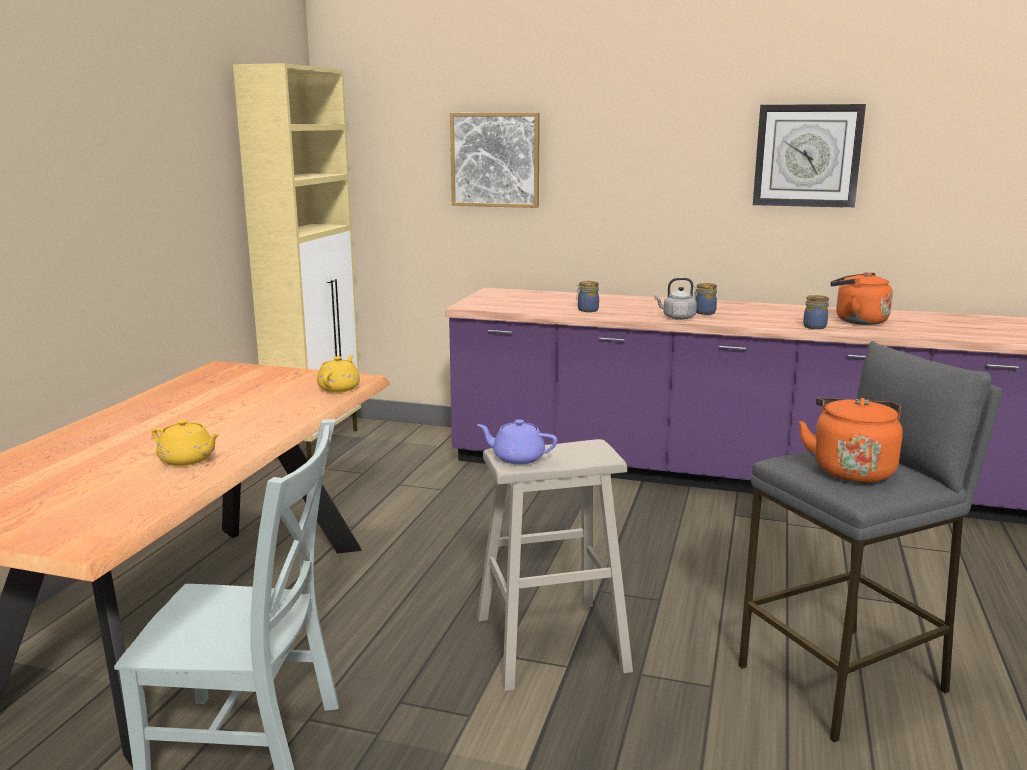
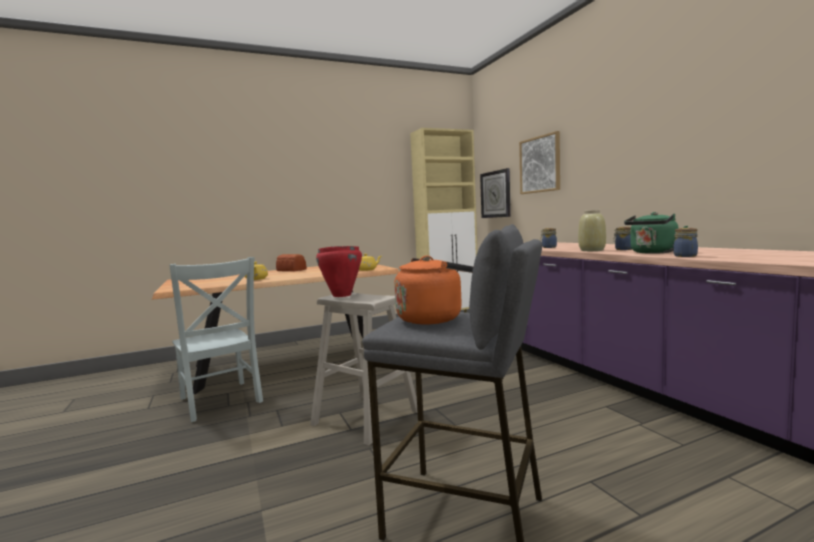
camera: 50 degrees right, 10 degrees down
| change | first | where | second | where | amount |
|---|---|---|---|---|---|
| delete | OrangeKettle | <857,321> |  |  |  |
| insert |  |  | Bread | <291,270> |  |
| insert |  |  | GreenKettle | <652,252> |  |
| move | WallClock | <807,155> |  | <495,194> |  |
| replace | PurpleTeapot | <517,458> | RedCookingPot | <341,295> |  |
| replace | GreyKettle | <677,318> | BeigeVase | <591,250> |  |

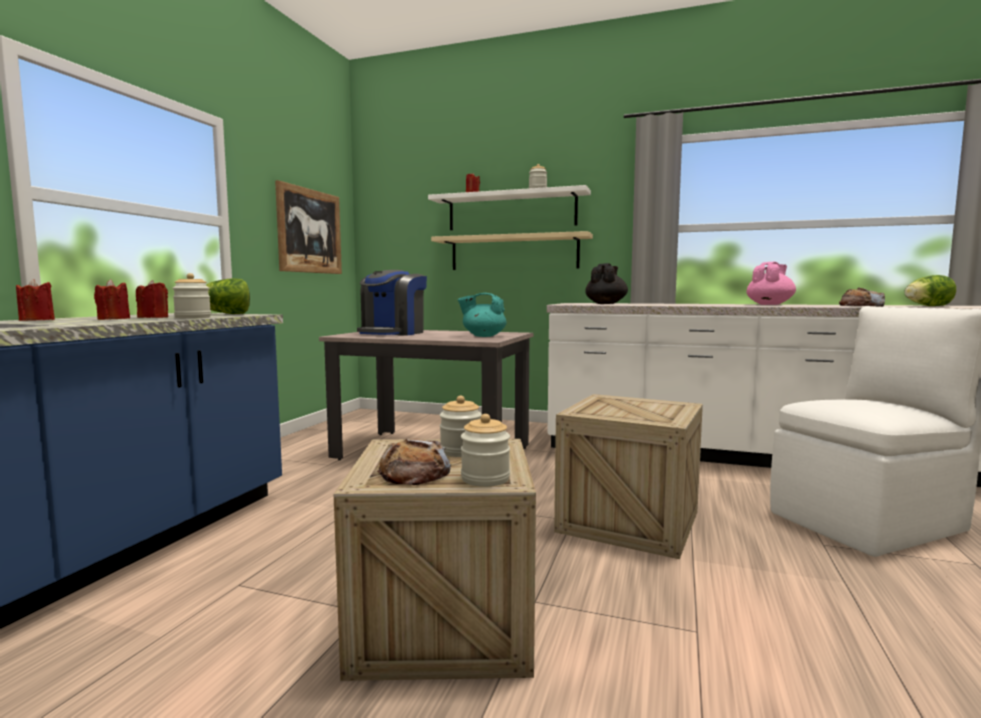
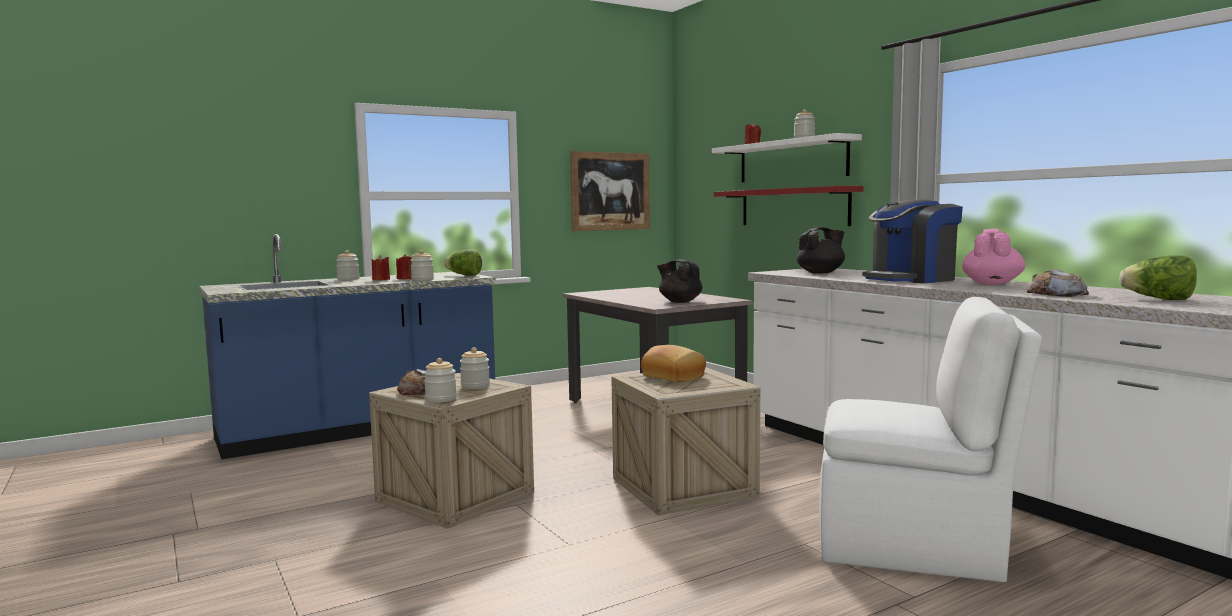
camera: 40 degrees right, 0 degrees up
| change | first | where | second | where | amount |
|---|---|---|---|---|---|
| insert |  |  | Bread | <674,377> |  |
| move | CoffeeMachine | <393,333> |  | <911,279> |  |
| replace | RedCandle | <37,320> | Jar | <348,279> |  |
| recolor | BeigeShelf | <514,253> | RedShelf | <793,207> |  |
| recolor | TurquoiseTeapot | <483,336> | BlackTeapot | <679,301> |  |
| rotate | PinkTeapot | <770,304> |  | <992,283> | 60 degrees counterclockwise |

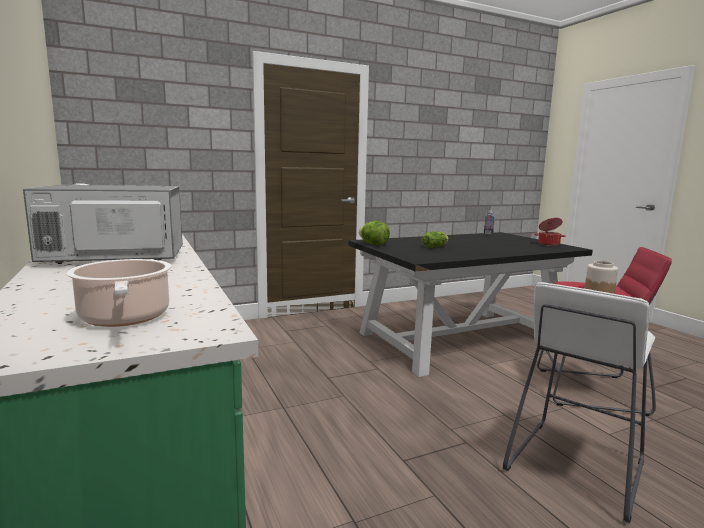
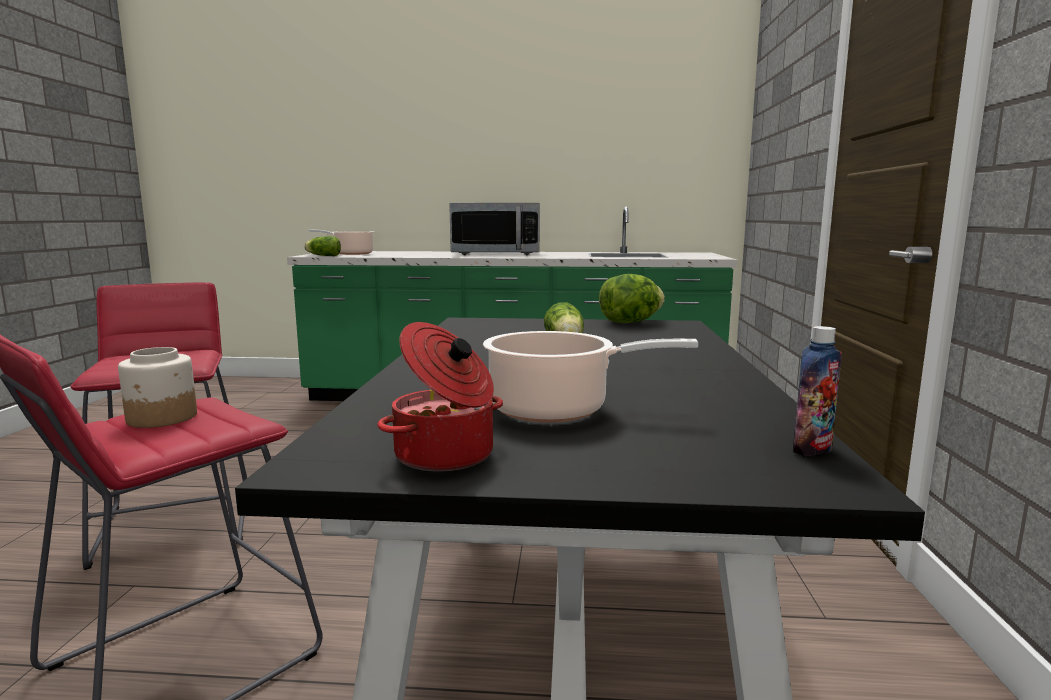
camera: 120 degrees right, 0 degrees up
| change | first | where | second | where | amount |
|---|---|---|---|---|---|
| insert |  |  | Lettuce | <322,256> |  |
| insert |  |  | CookingPot | <557,409> |  |
| recolor | WhiteStool | <575,466> | RedStool | <176,524> |  |
| rotate | Microwave | <115,257> |  | <496,254> | 75 degrees clockwise |

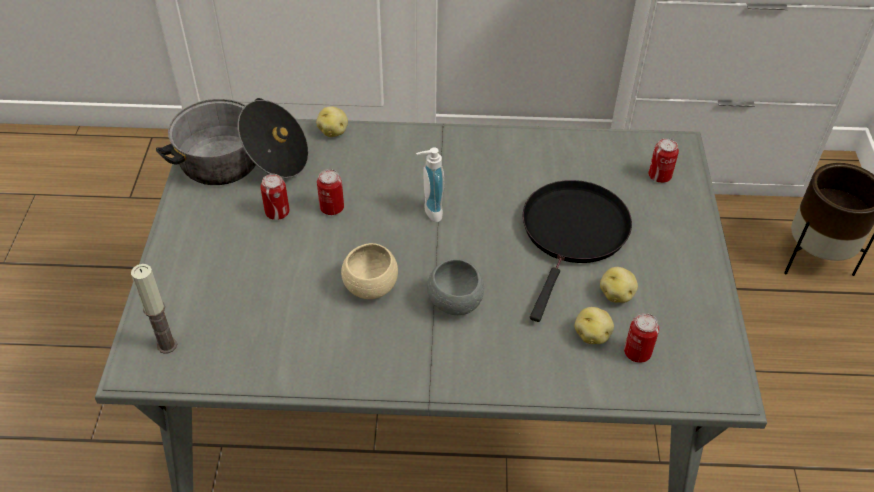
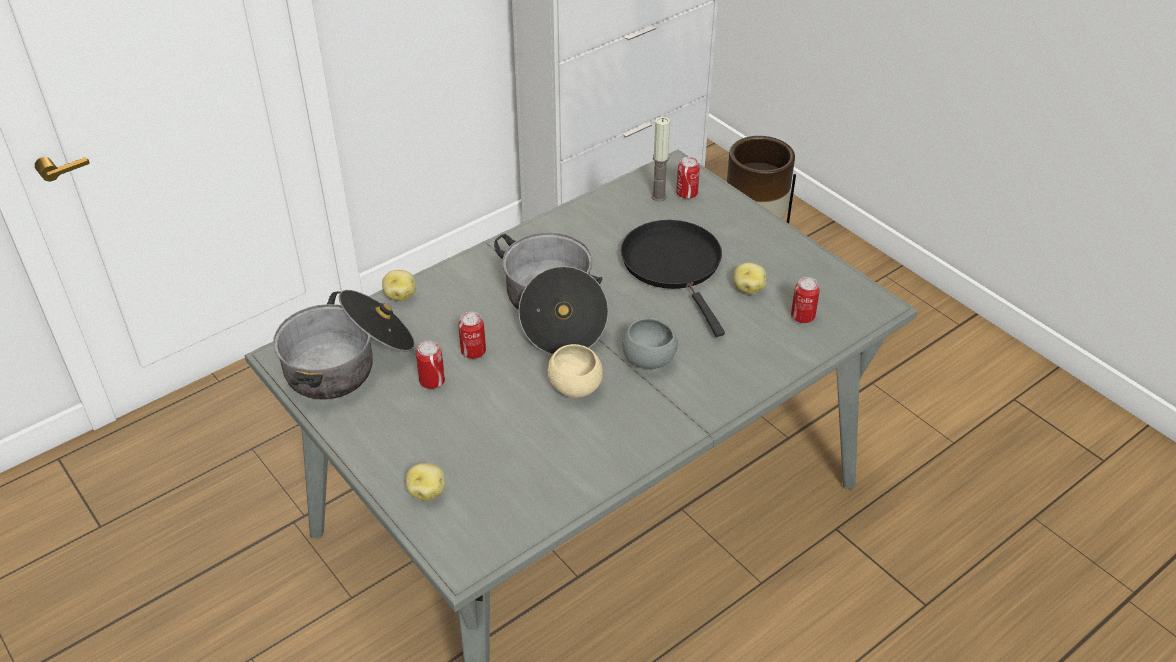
camera: 40 degrees left, 5 degrees down
| change | first | where | second | where | amount |
|---|---|---|---|---|---|
| move | Candle | <167,345> |  | <659,196> |  |
| move | Potato | <592,335> |  | <427,491> |  |
| replace | SoapDispenser | <429,211> | CookingPot | <553,310> |  |

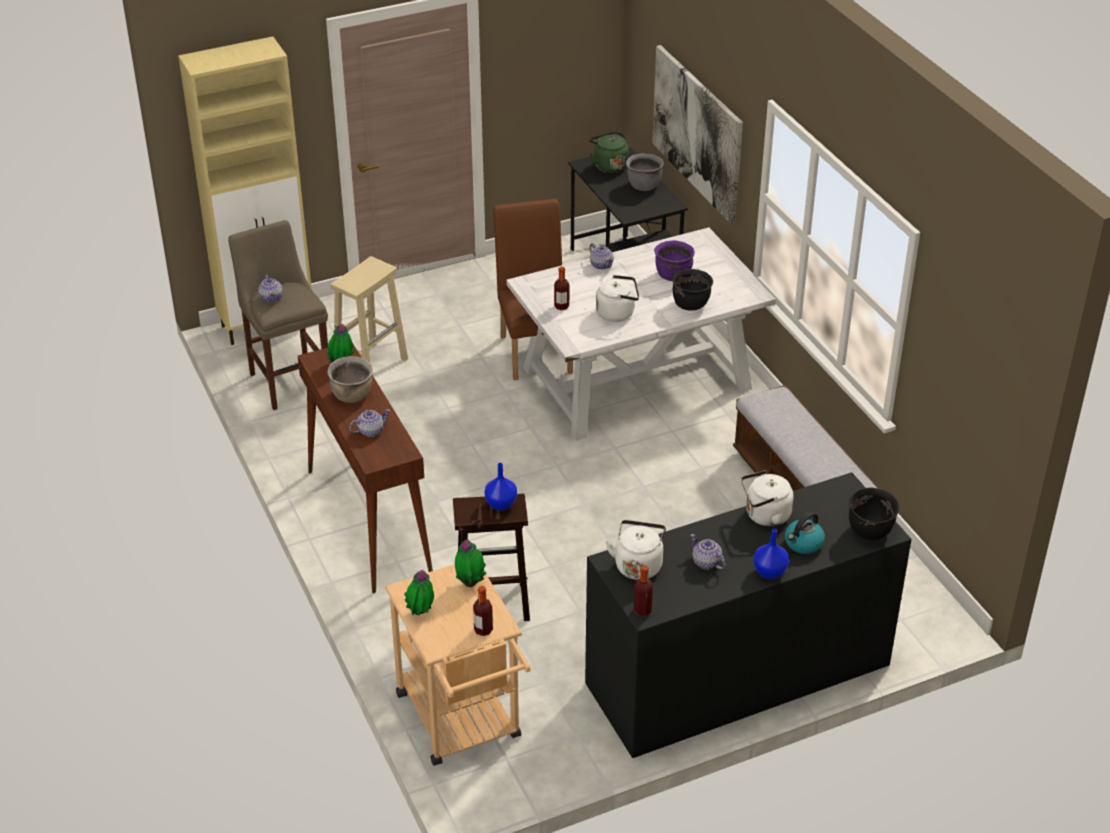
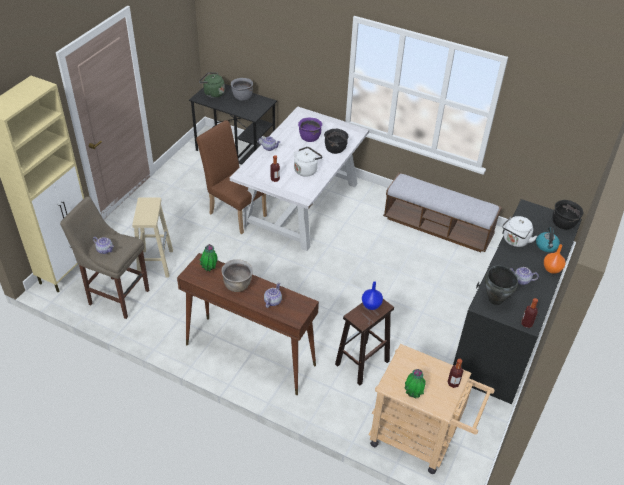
camera: 40 degrees left, 5 degrees up
| change | first | where | second | where | amount |
|---|---|---|---|---|---|
| delete | PottedPlant | <470,583> |  |  |  |
| delete | Picture | <697,132> |  |  |  |
| replace | WhiteKettle | <638,564> | BlackCookingPot | <495,300> |  |
| recolor | BlueVase | <770,573> | OrangeVase | <552,269> |  |

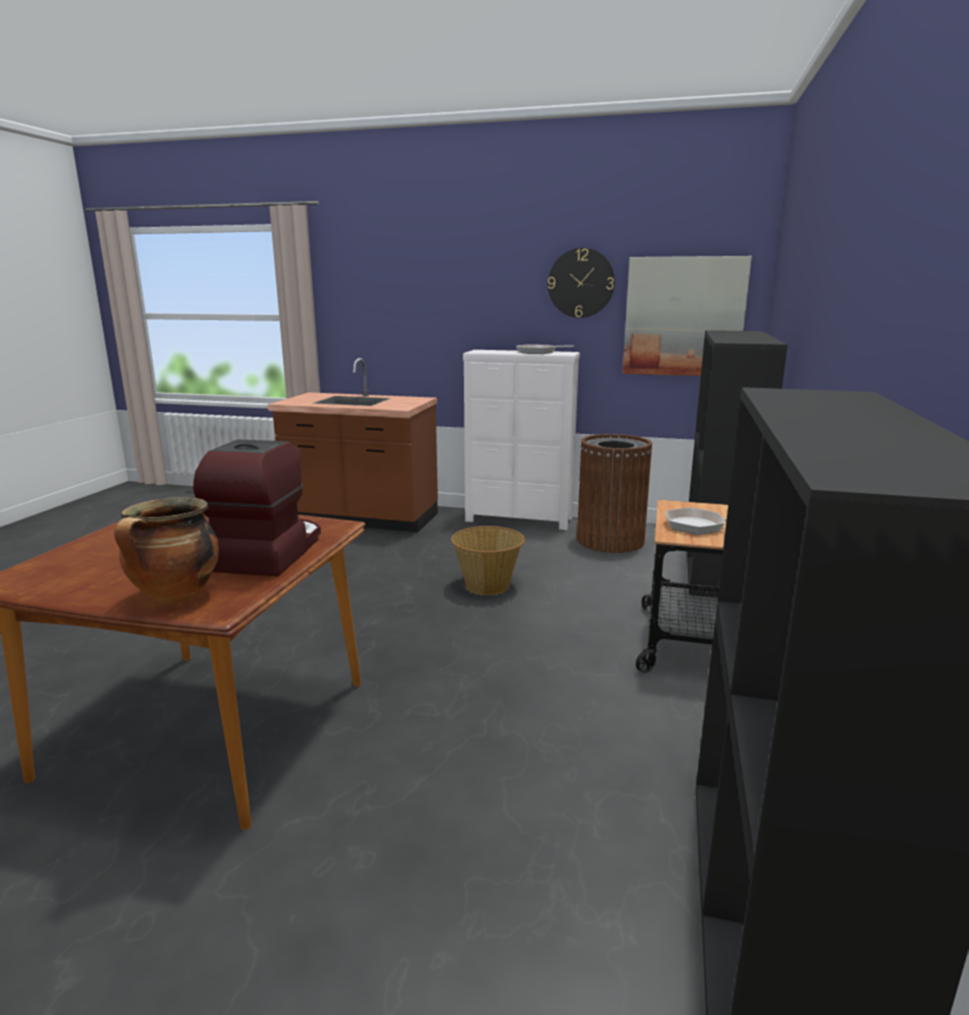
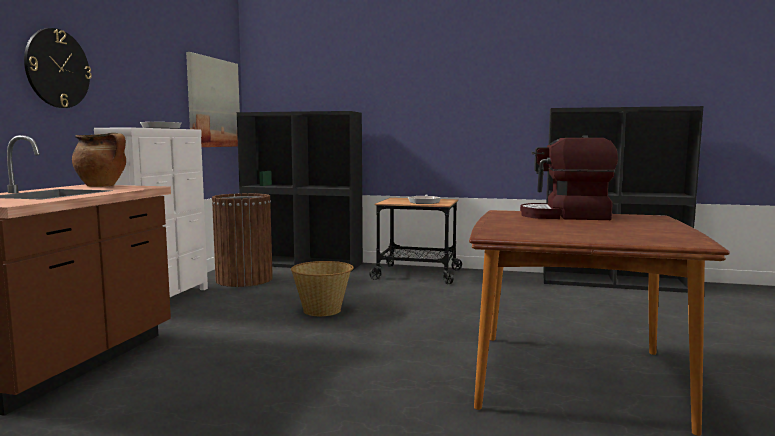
camera: 90 degrees left, 10 degrees down
| change | first | where | second | where | amount |
|---|---|---|---|---|---|
| move | CookingPot | <176,597> |  | <102,186> |  |
| move | WallClock | <581,283> |  | <57,68> |  |

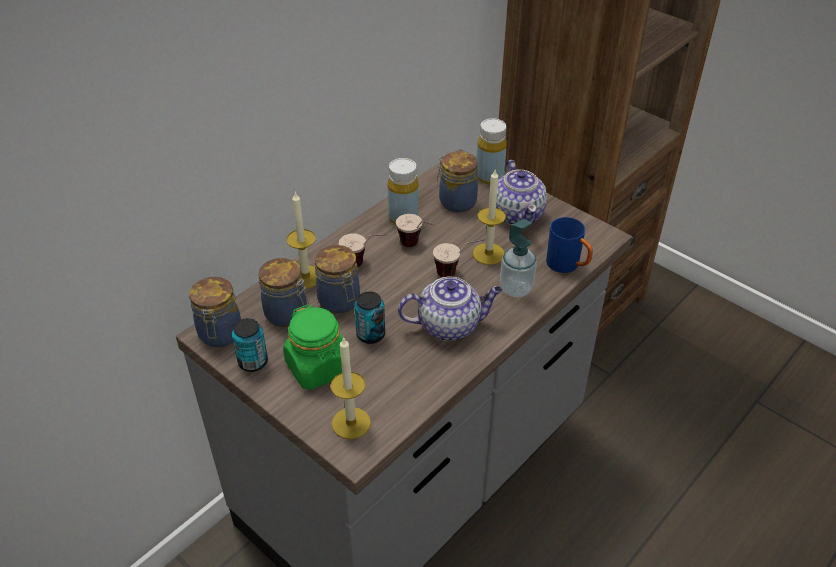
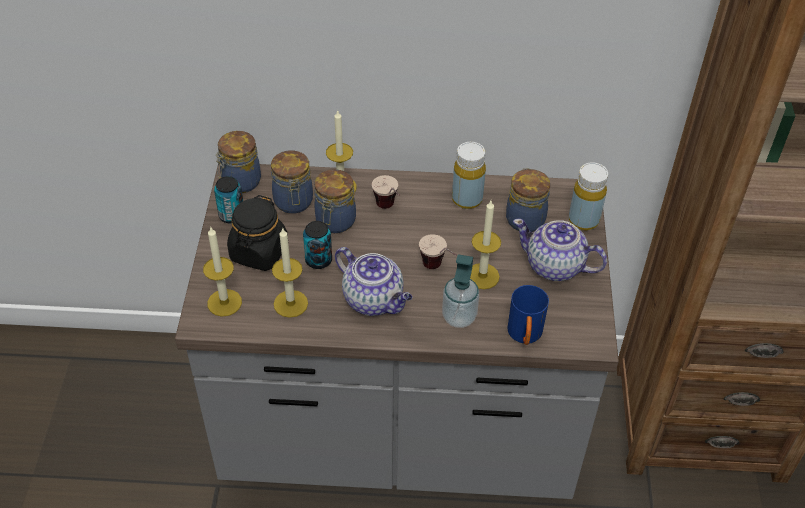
camera: 50 degrees right, 5 degrees up
| change | first | where | second | where | amount |
|---|---|---|---|---|---|
| delete | Cup | <416,247> |  |  |  |
| insert |  |  | Candle | <290,303> |  |
| recolor | GreenJar | <318,367> | BlackJar | <259,252> |  |
| rotate | Teapot | <518,214> |  | <555,266> | 75 degrees clockwise |

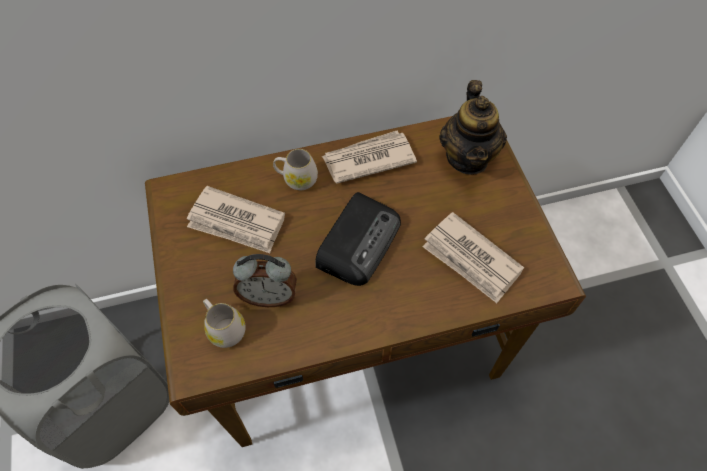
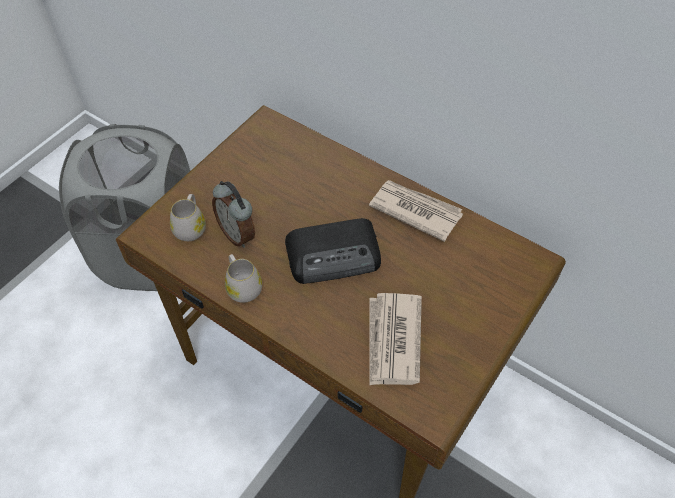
camera: 50 degrees right, 5 degrees down
| change | first | where | second | where | amount |
|---|---|---|---|---|---|
| delete | Newspaper | <237,223> |  |  |  |
| delete | Teapot | <468,157> |  |  |  |
| move | WhiteMug | <296,179> |  | <242,286> |  |

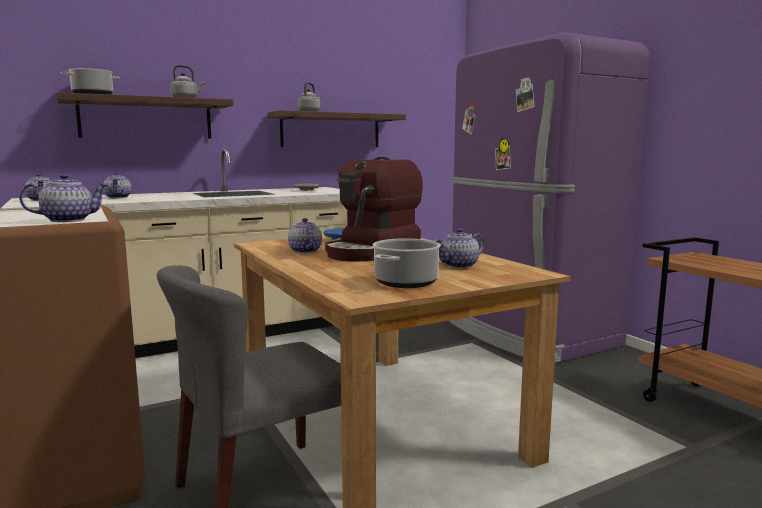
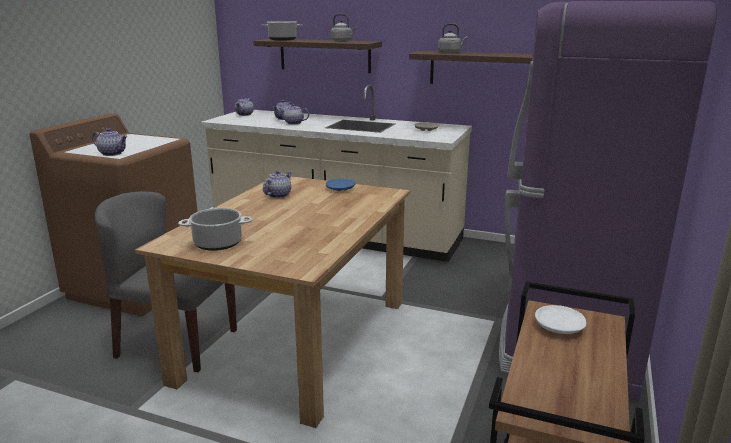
camera: 50 degrees right, 10 degrees up
| change | first | where | second | where | amount |
|---|---|---|---|---|---|
| delete | CoffeeMachine | <373,252> |  |  |  |
| insert |  |  | WhitePlate | <559,327> |  |
| move | Teapot | <459,266> |  | <293,123> |  |

